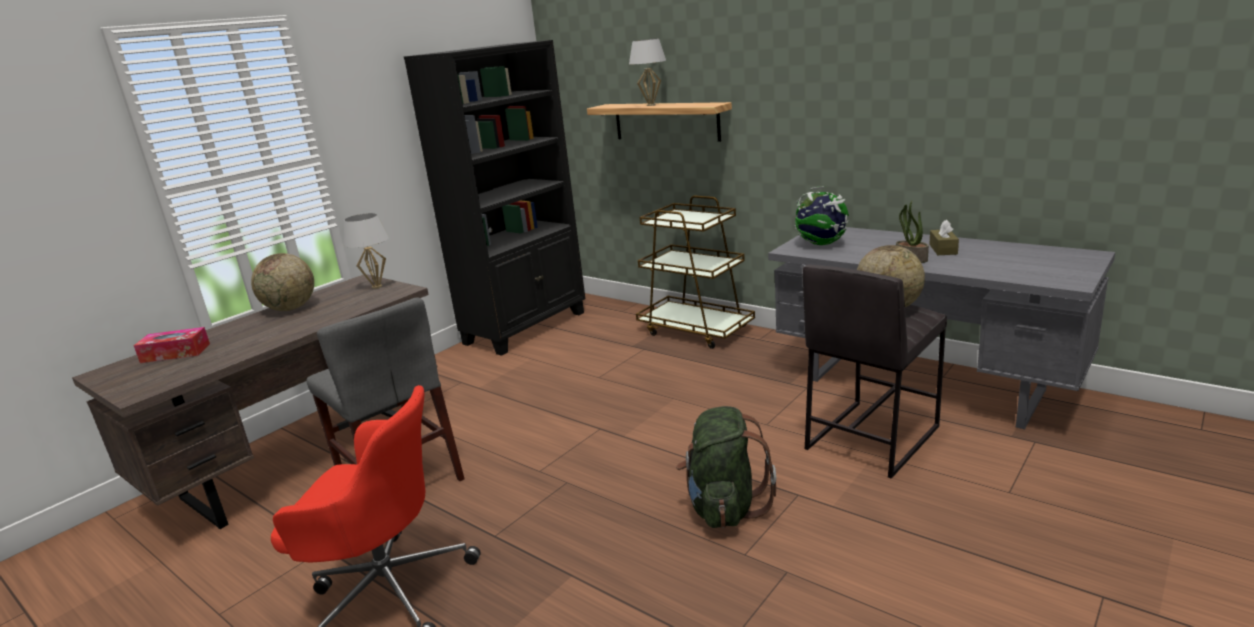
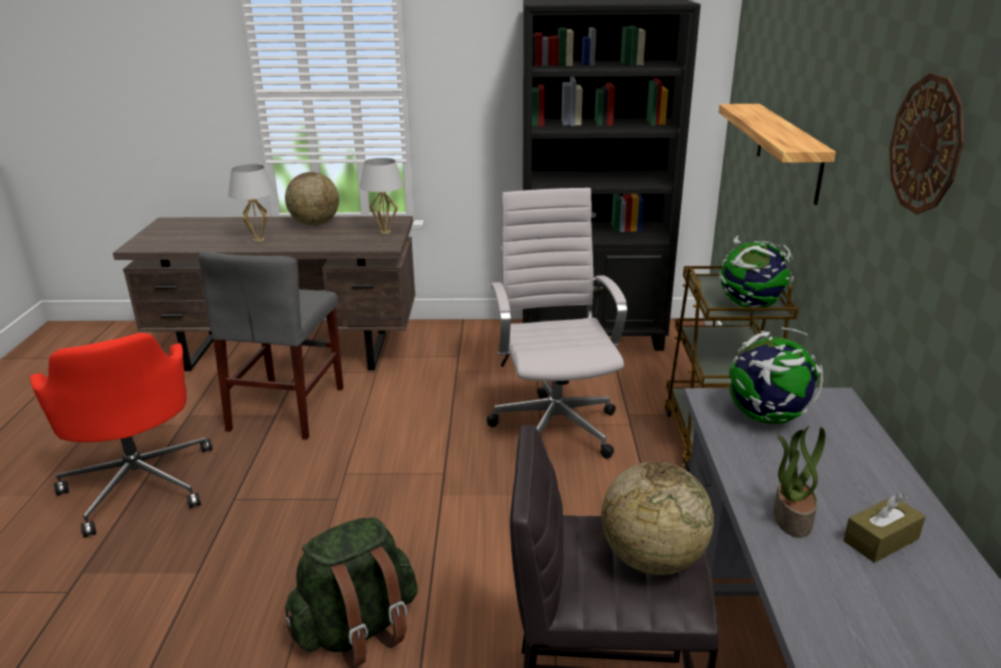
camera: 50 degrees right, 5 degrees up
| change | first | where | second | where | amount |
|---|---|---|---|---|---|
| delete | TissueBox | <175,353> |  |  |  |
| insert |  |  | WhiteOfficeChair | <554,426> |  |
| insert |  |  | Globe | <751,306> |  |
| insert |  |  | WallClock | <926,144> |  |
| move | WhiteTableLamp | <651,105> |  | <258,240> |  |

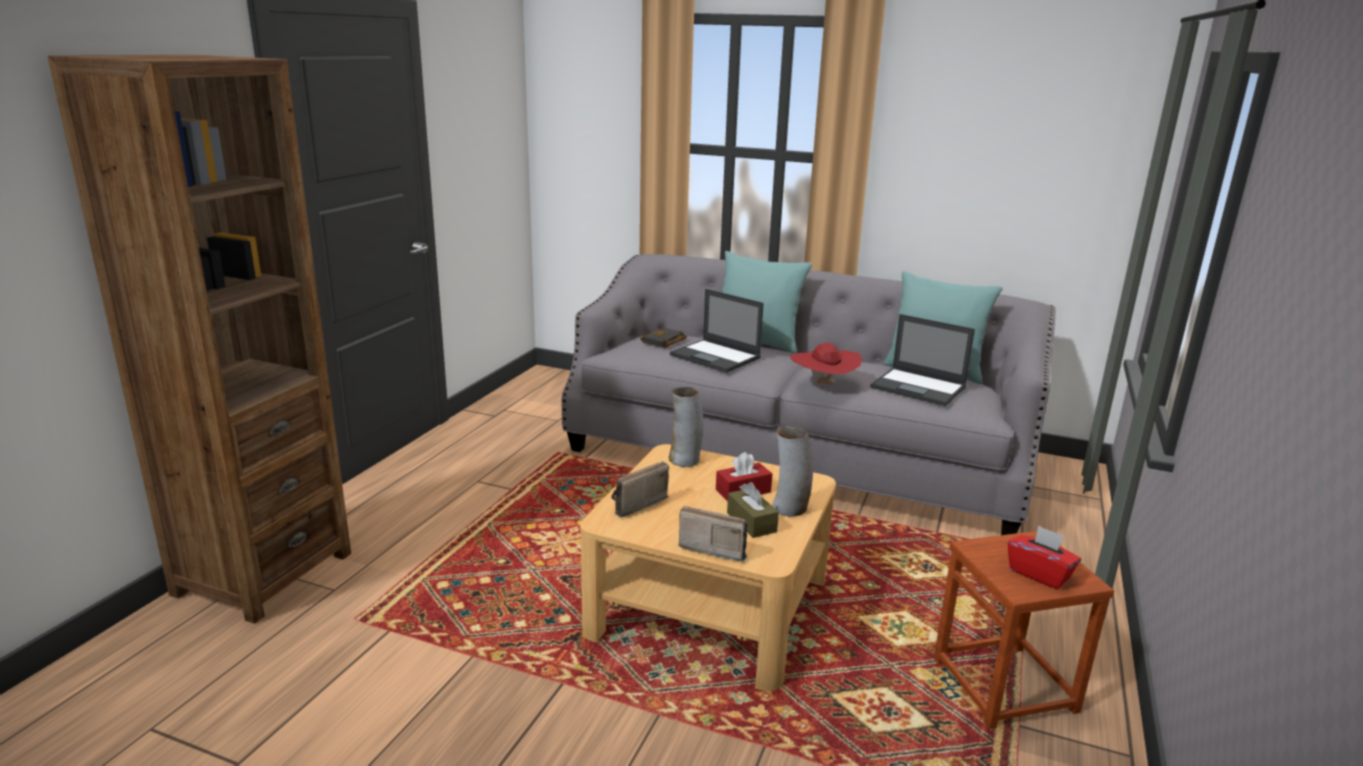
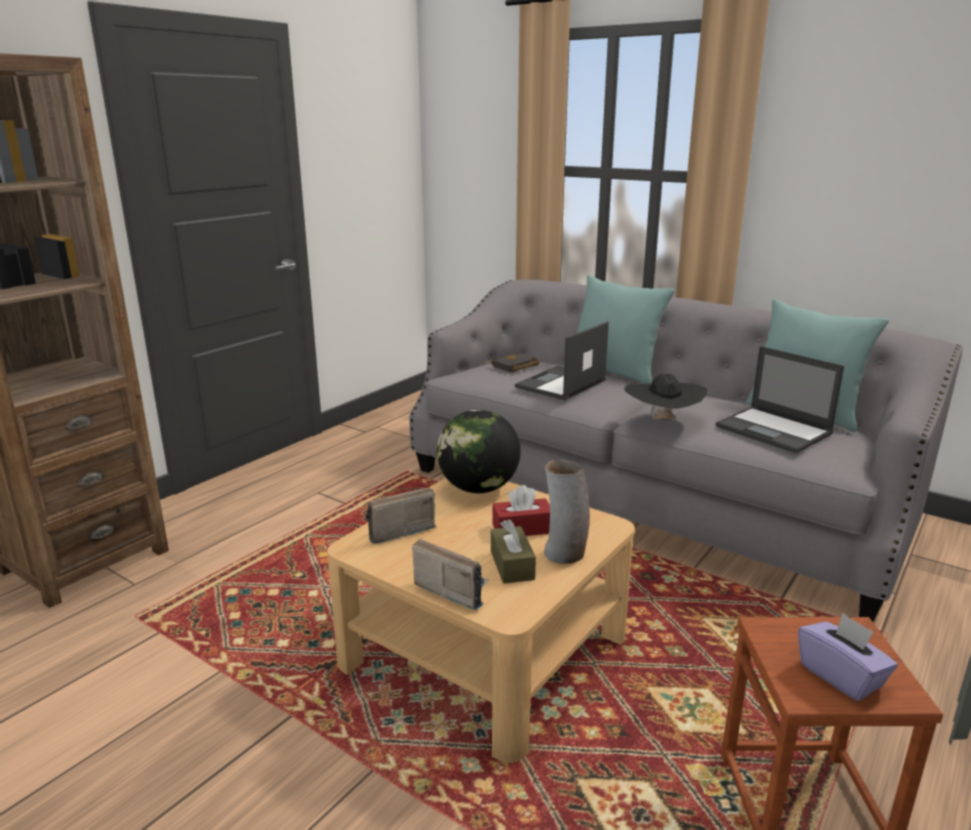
camera: 15 degrees right, 0 degrees up
| change | first | where | second | where | amount |
|---|---|---|---|---|---|
| replace | Vase | <685,460> | Globe | <478,488> |  |
| recolor | RedHat | <823,386> | BlackHat | <662,421> |  |
| recolor | RedTissueBox | <1039,574> | PurpleTissueBox | <841,676> |  |
| rotate | Laptop | <716,356> |  | <560,384> | 75 degrees clockwise |

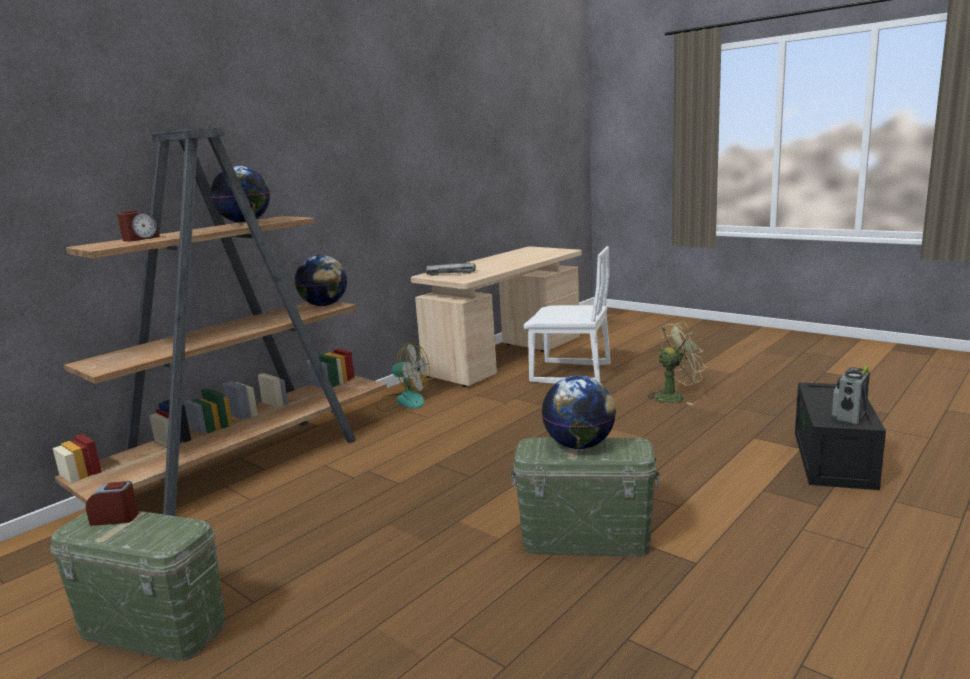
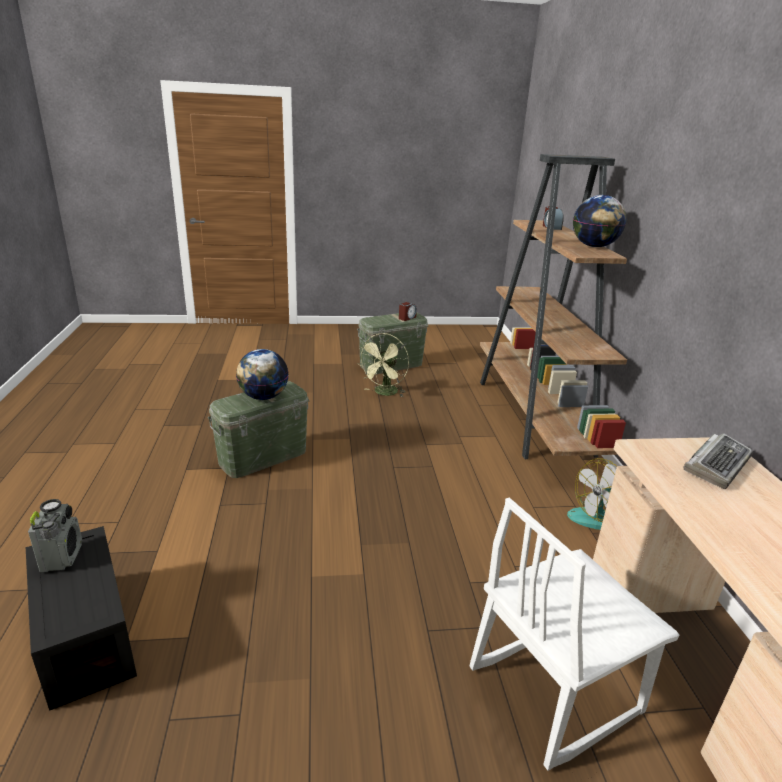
camera: 130 degrees right, 10 degrees up
| change | first | where | second | where | amount |
|---|---|---|---|---|---|
| delete | Globe | <324,305> |  |  |  |
| move | GreenFan | <675,397> |  | <384,393> |  |

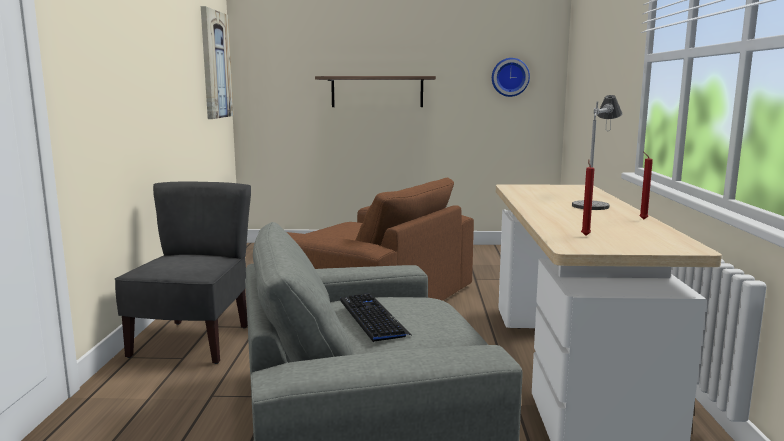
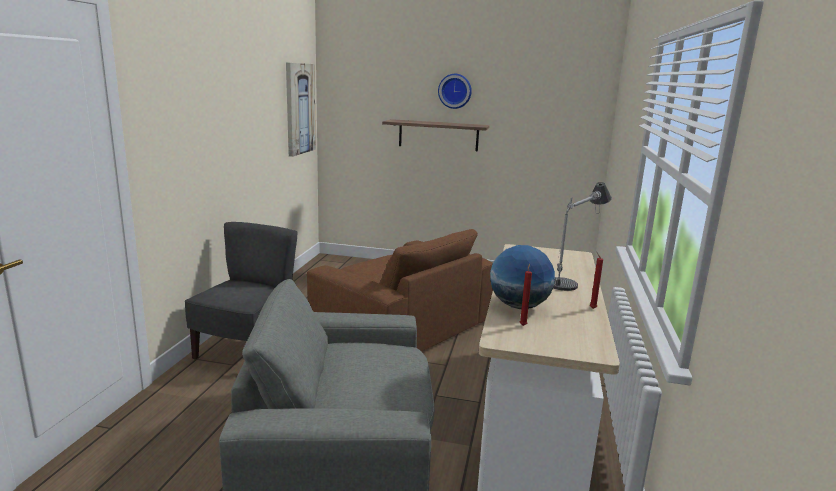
camera: 10 degrees right, 5 degrees up
| change | first | where | second | where | amount |
|---|---|---|---|---|---|
| delete | Keyboard | <372,318> |  |  |  |
| insert |  |  | Globe | <519,306> |  |
| move | WallClock | <510,77> |  | <455,91> |  |

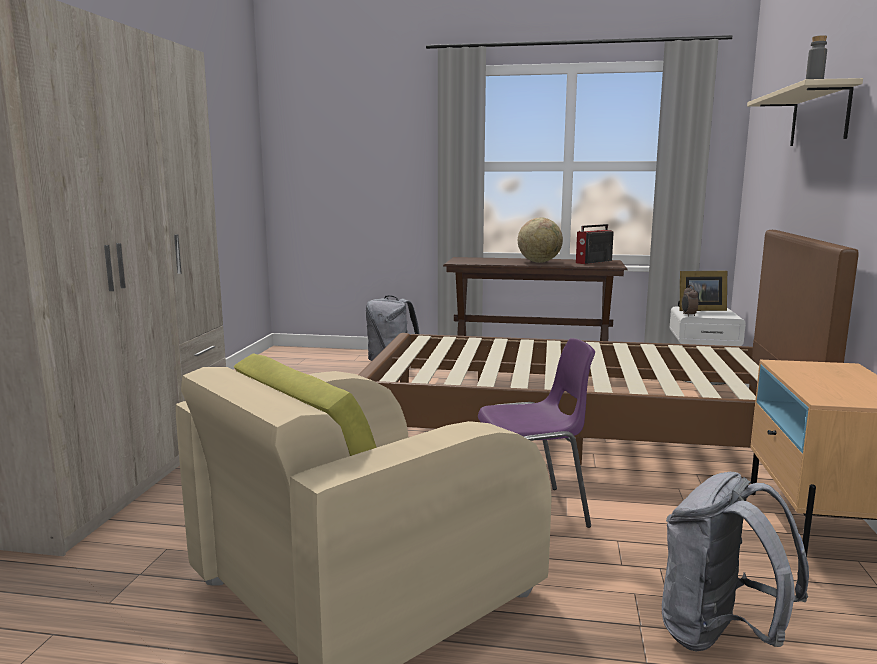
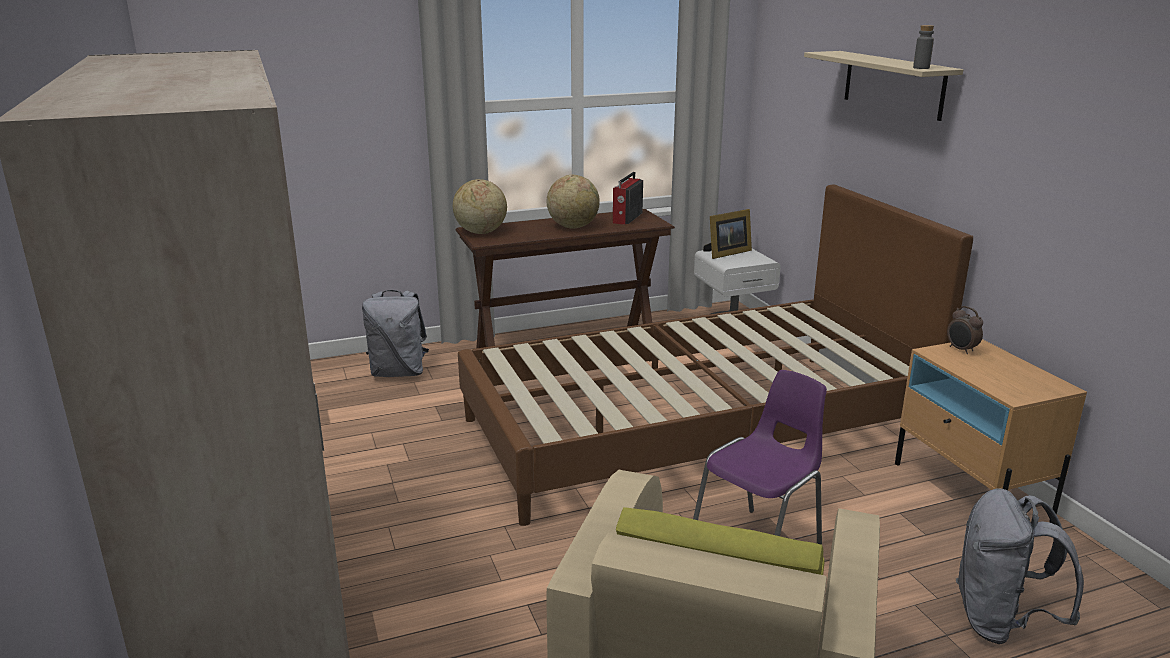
camera: 30 degrees left, 10 degrees up
| change | first | where | second | where | amount |
|---|---|---|---|---|---|
| insert |  |  | Globe | <480,232> |  |
| move | AlarmClock | <688,315> |  | <961,350> |  |

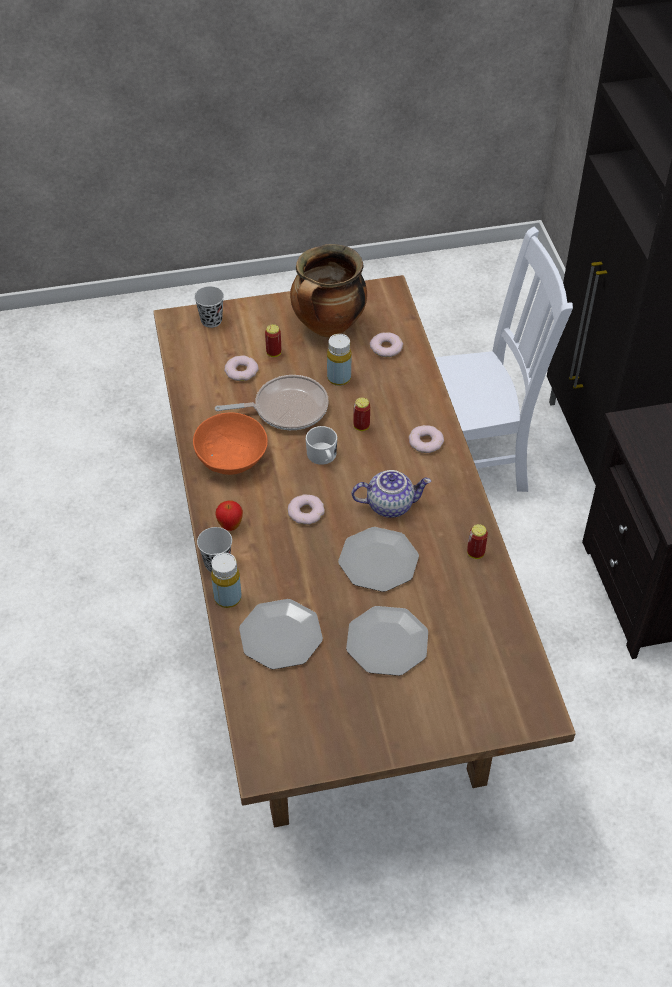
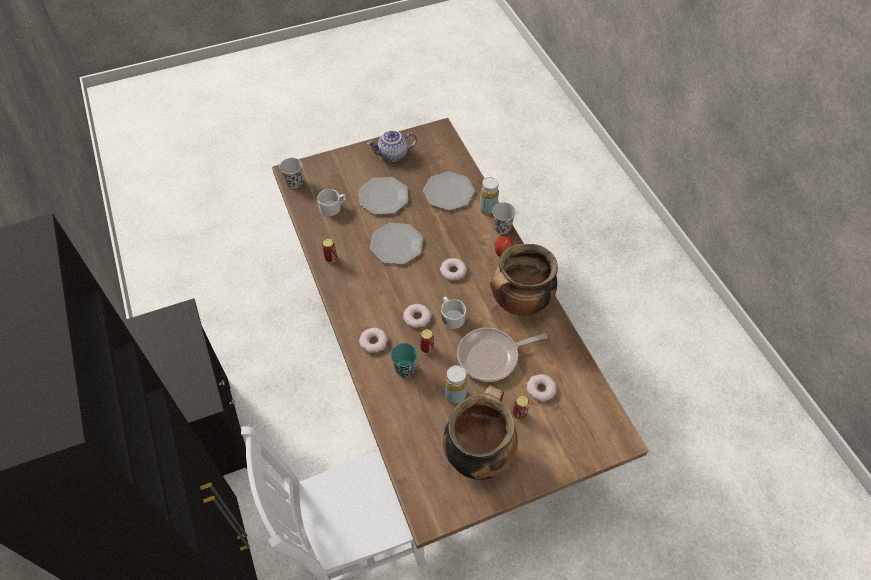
camera: 170 degrees right, 5 degrees up
| change | first | where | second | where | amount |
|---|---|---|---|---|---|
| insert |  |  | WhiteMug | <333,208> |  |
| insert |  |  | TurquoiseCup | <405,369> |  |
| move | BlackCup | <211,320> |  | <294,183> |  |
| move | Teapot | <390,504> |  | <393,155> |  |
| move | Donut | <386,348> |  | <417,317> |  |
| replace | OrangeBowl | <232,458> | CookingPot | <519,305> |  |

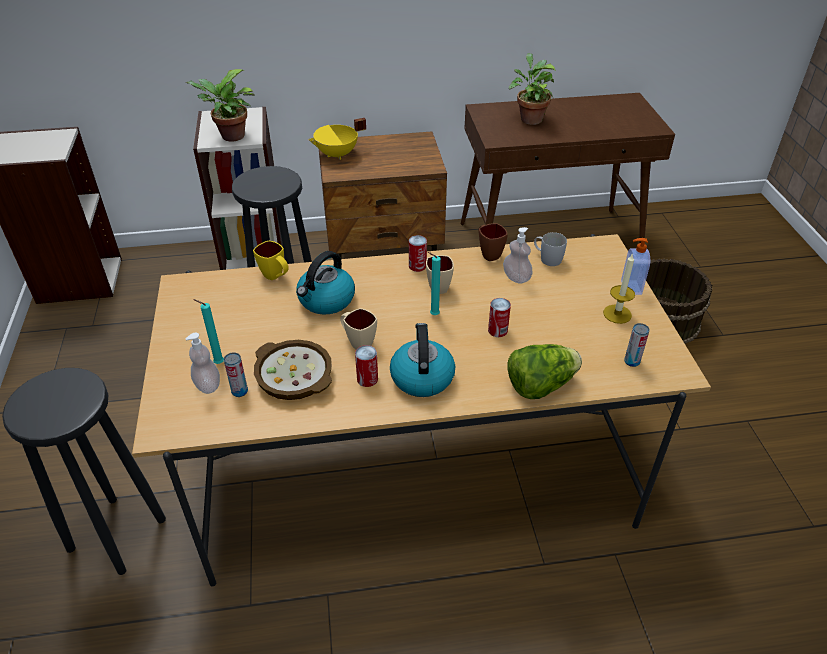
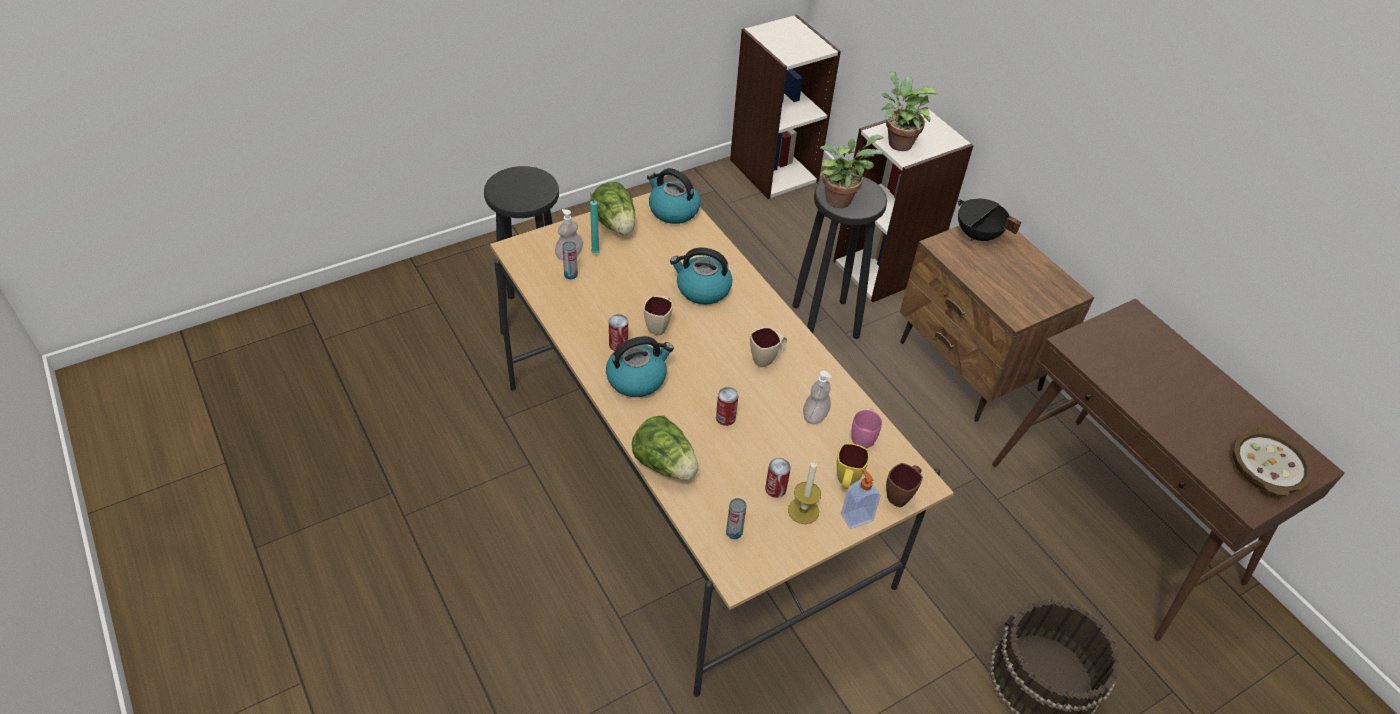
camera: 65 degrees right, 5 degrees up
| change | first | where | second | where | amount |
|---|---|---|---|---|---|
| delete | TurquoiseCandle | <433,315> |  |  |  |
| insert |  |  | Lettuce | <615,225> |  |
| insert |  |  | Kettle | <673,210> |  |
| move | YellowMug | <276,277> |  | <846,482> |  |
| move | Bowl | <295,376> |  | <1267,468> |  |
| move | Can | <417,266> |  | <775,488> |  |
| move | BrownMug | <488,253> |  | <901,495> |  |
| move | PottedPlant | <529,118> |  | <840,198> |  |
| recolor | YellowCookingPot | <337,155> | BlackCookingPot | <977,235> |  |
| recolor | WhiteMug | <547,258> | PinkMug | <864,435> |  |

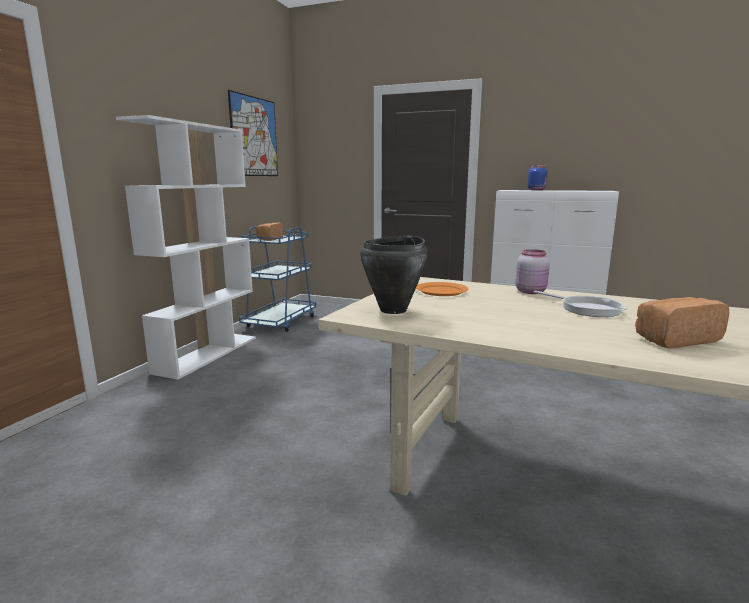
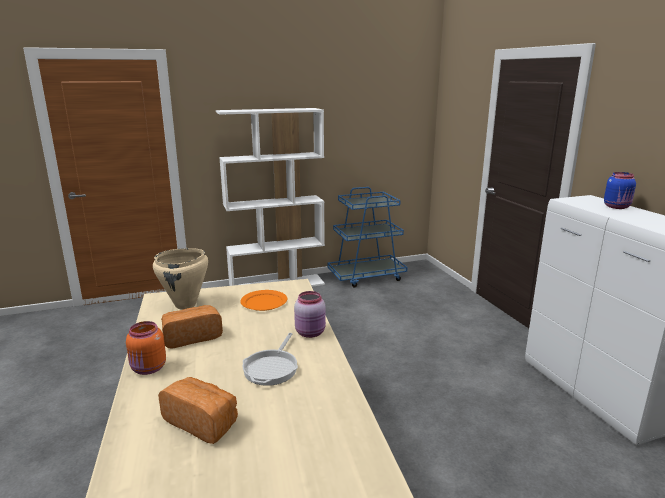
camera: 50 degrees right, 5 degrees up
| change | first | where | second | where | amount |
|---|---|---|---|---|---|
| delete | Picture | <254,137> |  |  |  |
| insert |  |  | OrangeJar | <148,369> |  |
| move | Bread | <269,239> |  | <191,337> |  |
| recolor | BlackCookingPot | <394,310> | BeigeCookingPot | <186,305> |  |

